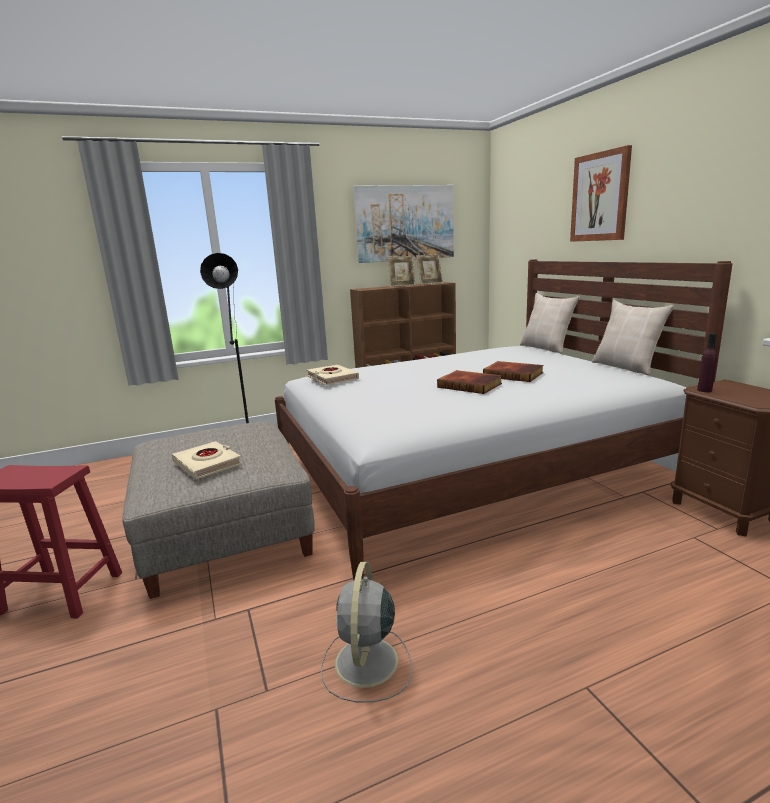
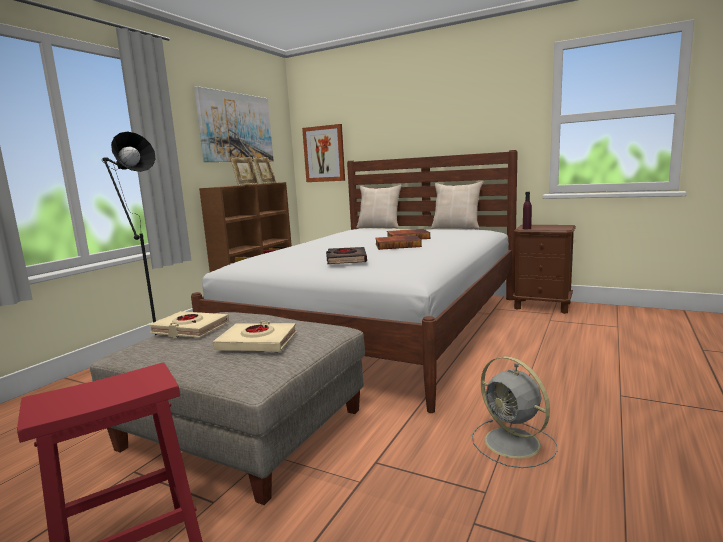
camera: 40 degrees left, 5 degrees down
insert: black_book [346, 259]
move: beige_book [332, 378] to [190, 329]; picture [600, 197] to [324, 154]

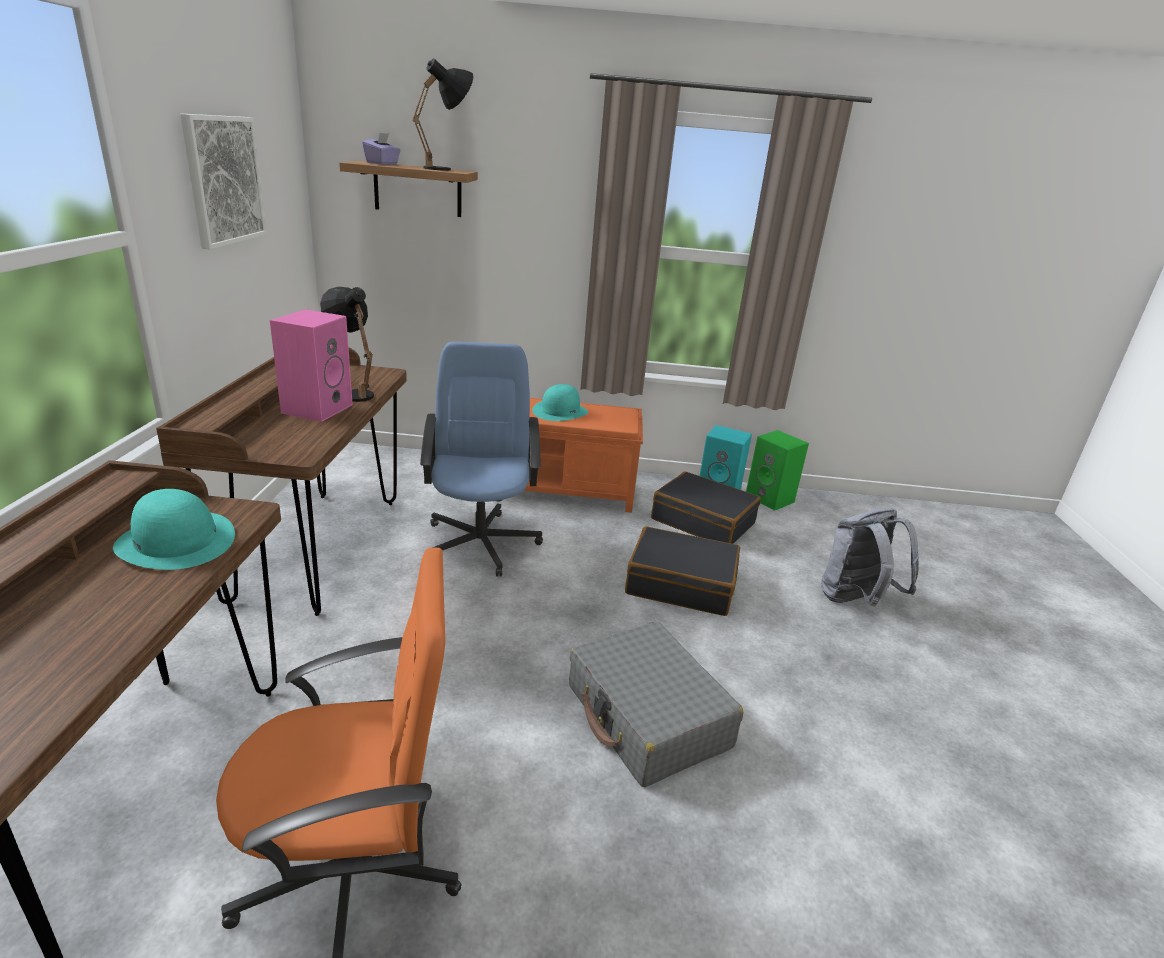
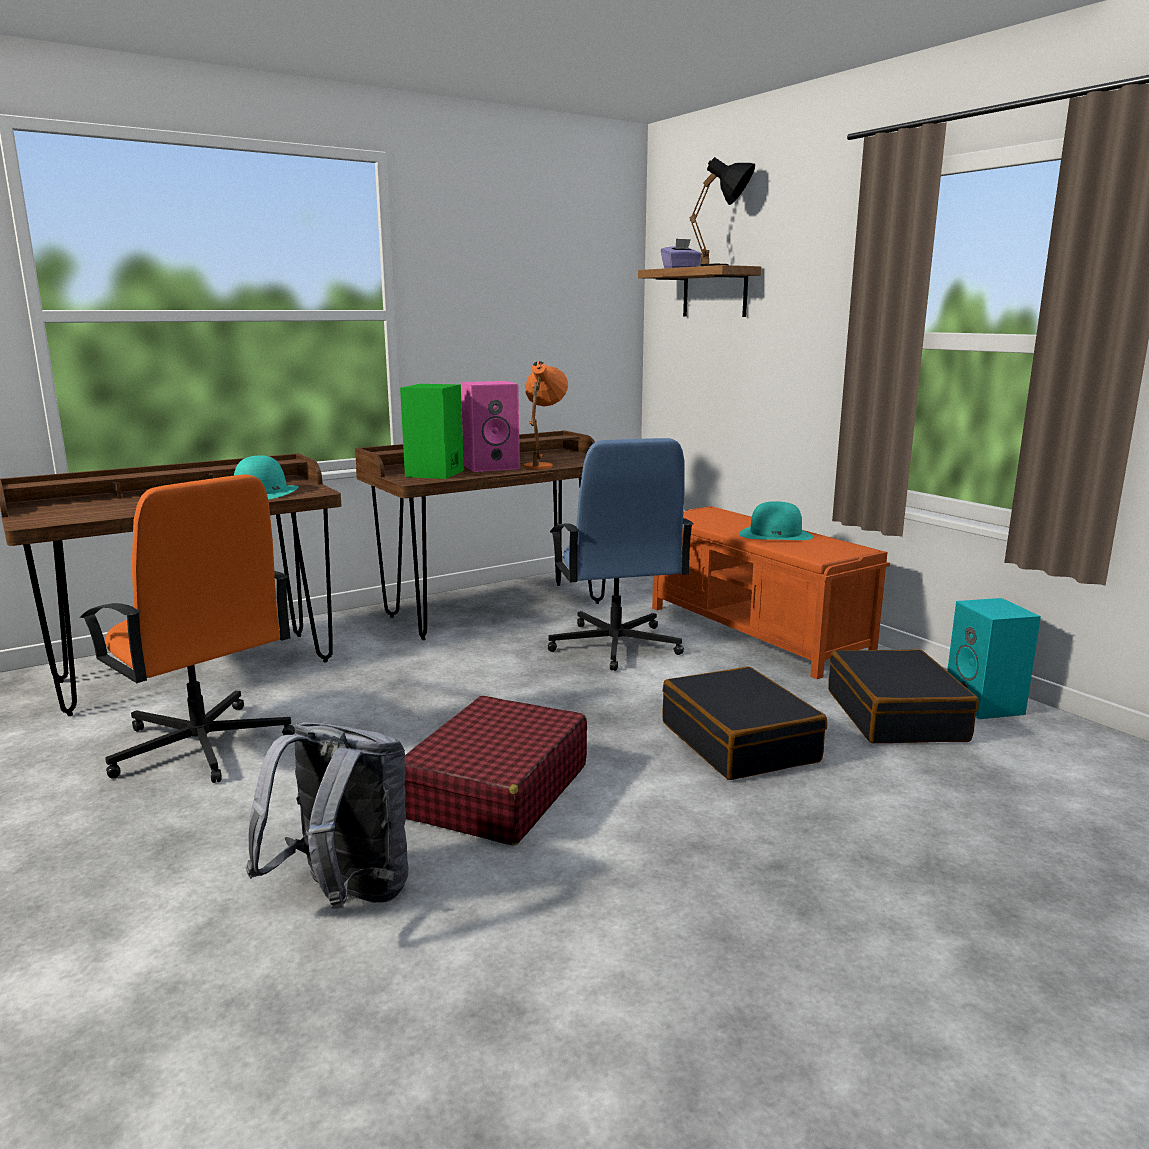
camera: 55 degrees right, 10 degrees down
delete: picture [224, 180]
move: green_speaker [771, 499] to [435, 474]; grey_backpack [855, 601] to [344, 896]
recolor: black_table_lamp [355, 392] to orange_table_lamp [542, 464]; grey_suitcase [647, 717] to red_suitcase [496, 791]
rotate: blue_office_chair [481, 542] = [615, 646] 120 degrees clockwise

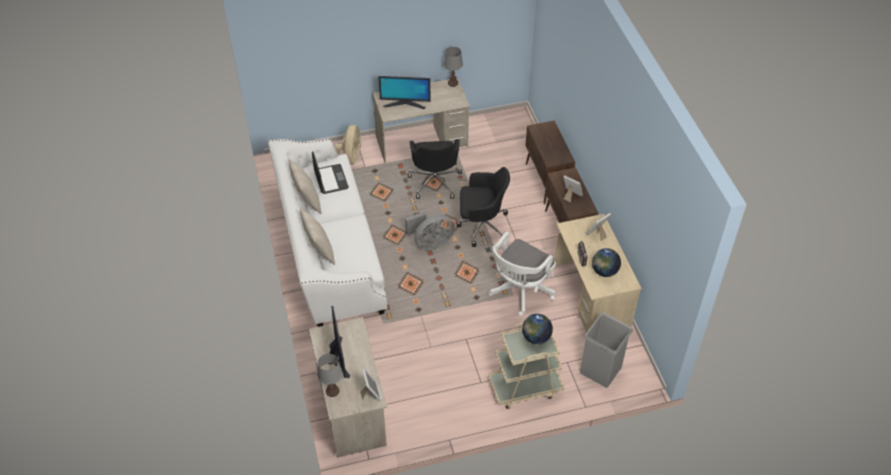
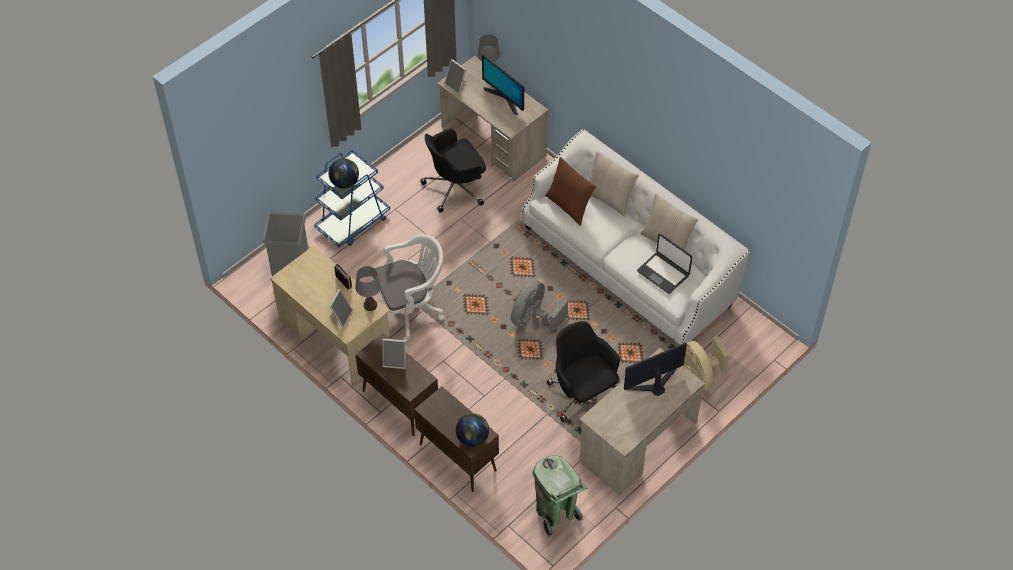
camera: 150 degrees right, 5 degrees up
insert: green_trash_can [556, 513]; brown_pillow [569, 206]
move: grey_table_lamp [452, 83] to [370, 305]; black_office_chair [481, 225] to [455, 188]; globe [604, 271] to [472, 438]
recolor: beige_cart [525, 387] to blue_cart [353, 222]
rotate: white_office_chair [519, 291] = [410, 309] 60 degrees clockwise

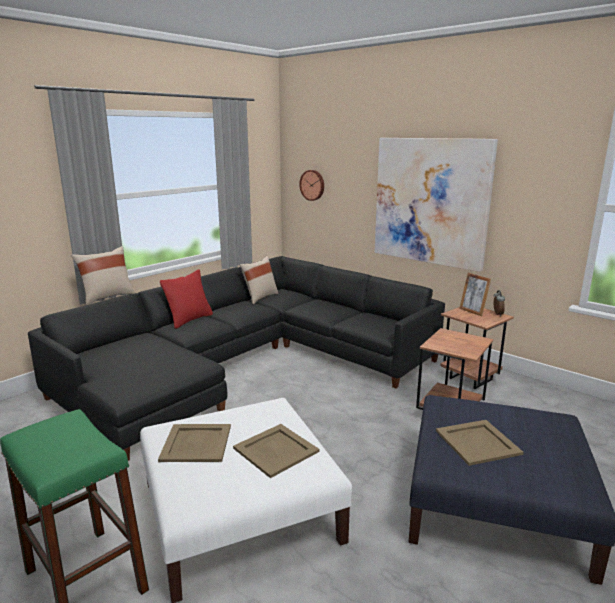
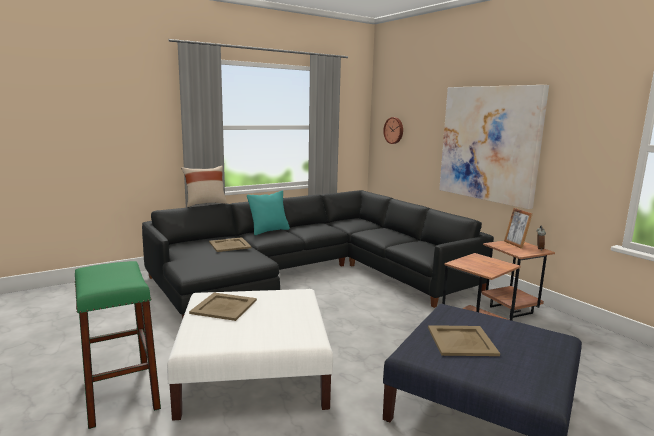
camera: 15 degrees right, 5 degrees down
delete: beige_pillow [260, 297]
move: beige_tray [276, 450] to [230, 245]
recolor: red_pillow [189, 320] to turquoise_pillow [269, 231]

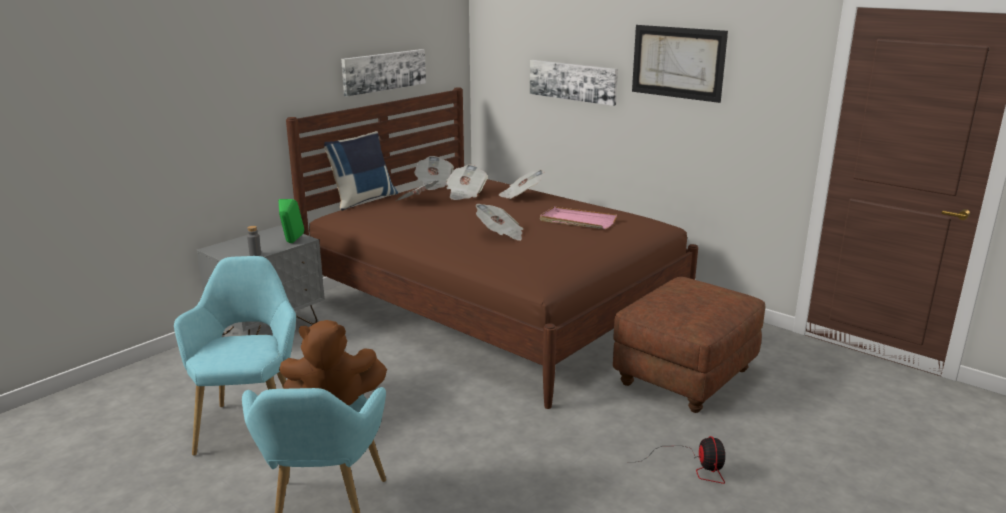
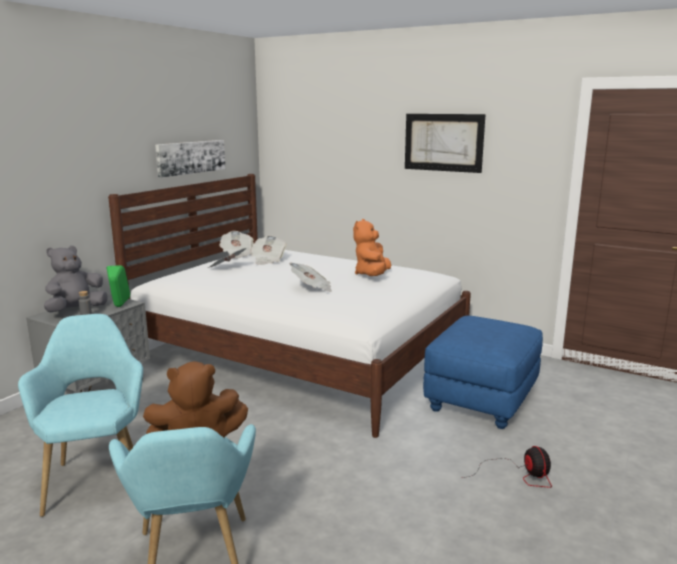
camera: 10 degrees left, 5 degrees down
delete: blue_pillow [362, 200]; newspaper [521, 196]; picture [573, 81]
insert: grey_plush_toy [76, 310]
replace: pink_tray [577, 221] to orange_plush_toy [372, 275]
recolor: brown_bed [495, 306] to white_bed [301, 355]; brown_ottoman [684, 376] to blue_ottoman [481, 399]

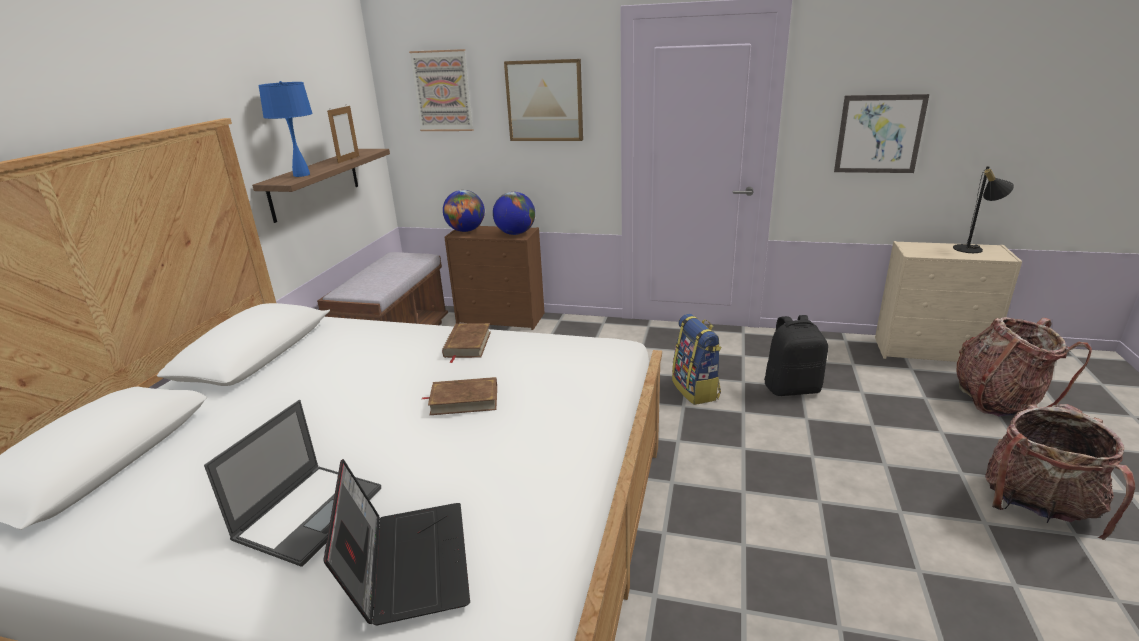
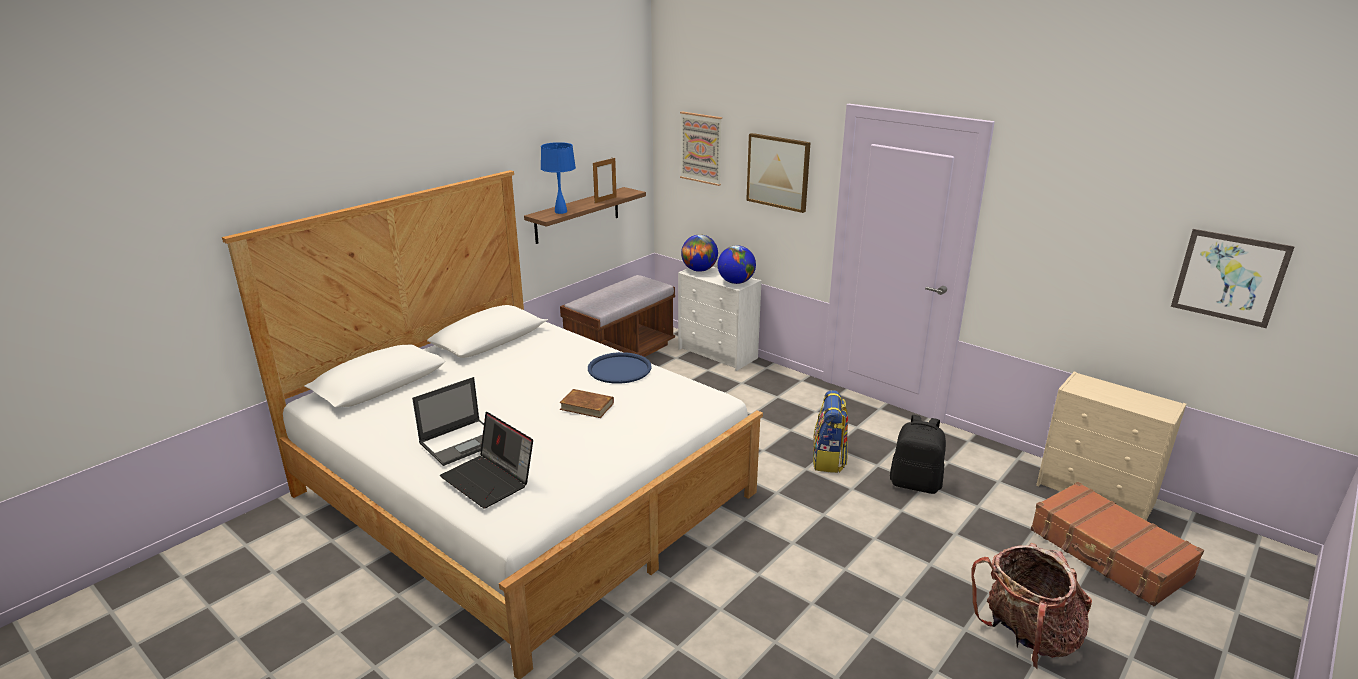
camera: 25 degrees right, 0 degrees up
delete: black_table_lamp [973, 249]
move: picture [879, 134] to [1229, 277]
replace: brown_book [467, 344] to blue_tray [619, 369]; backpack [999, 400] to brown_suitcase [1108, 554]
recolor: brown_dresser [502, 318] to white_dresser [718, 354]
rotate: laptop [407, 562] = [490, 480] 120 degrees clockwise

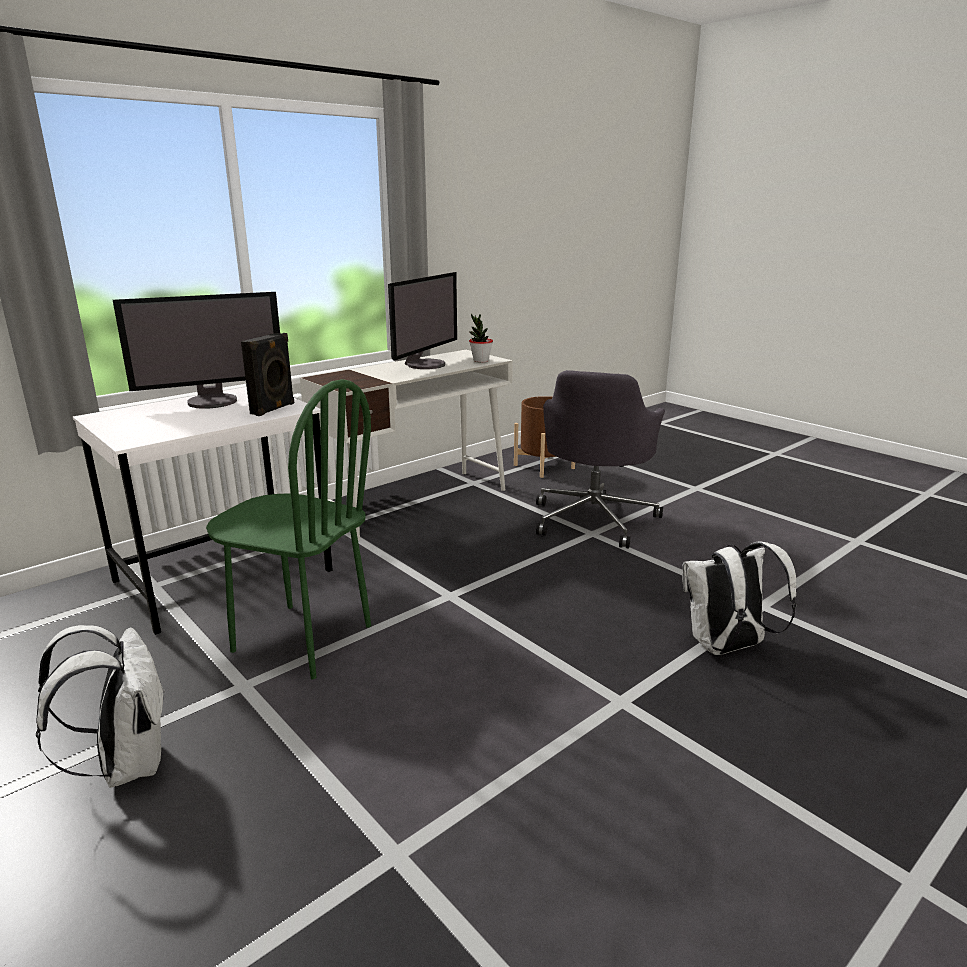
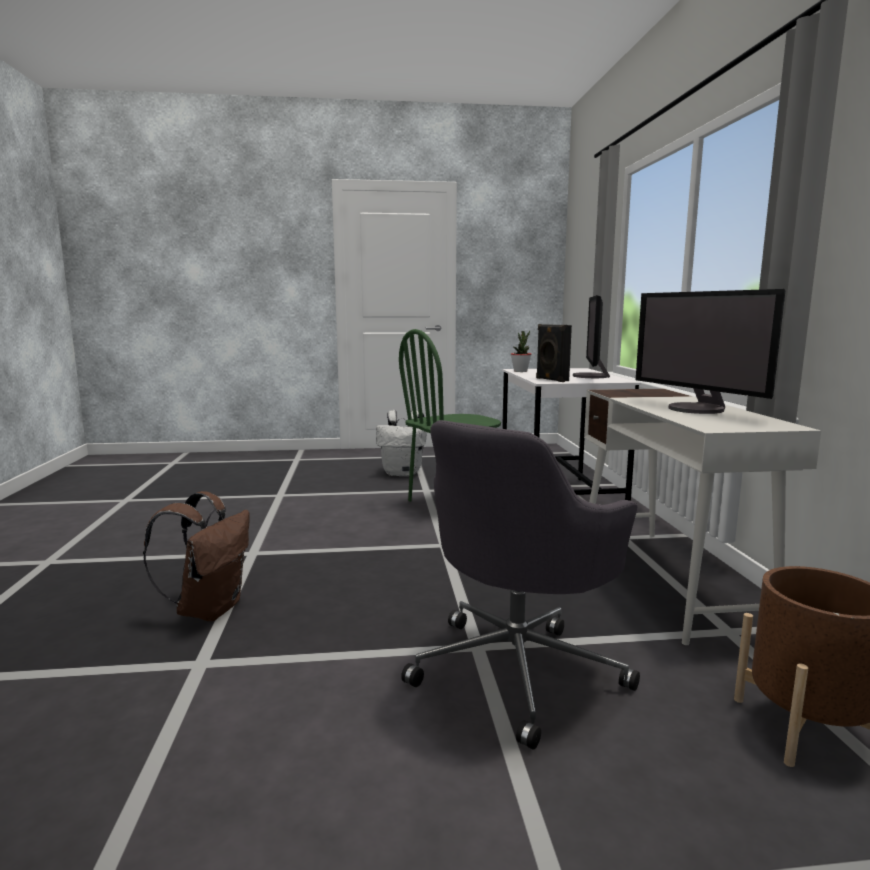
camera: 125 degrees right, 10 degrees down
move: potted_plant [480, 361] to [520, 371]
recolor: white_backpack [726, 647] to brown_backpack [209, 609]
rotate: grey_office_chair [594, 519] = [518, 669] 105 degrees counterclockwise

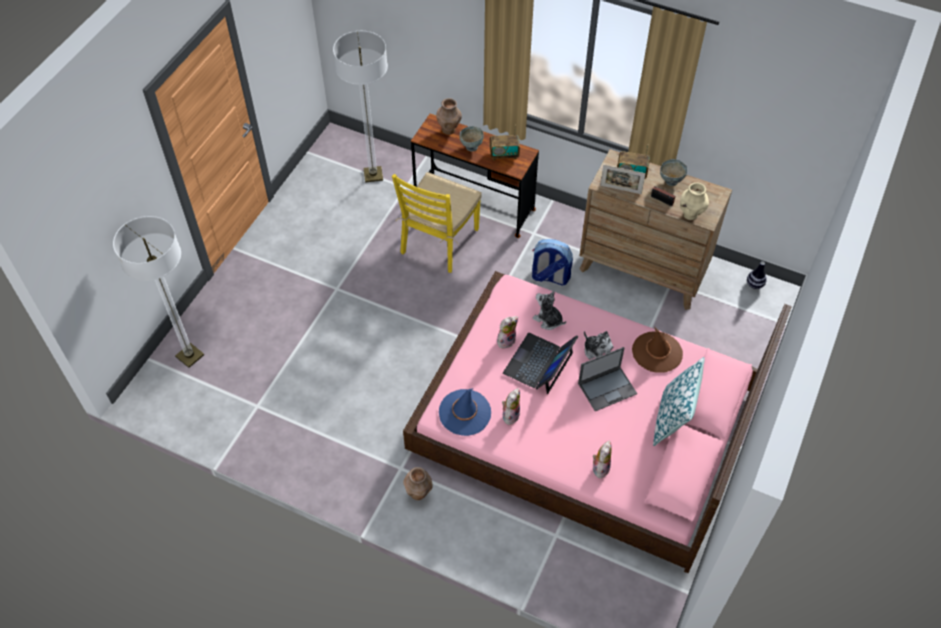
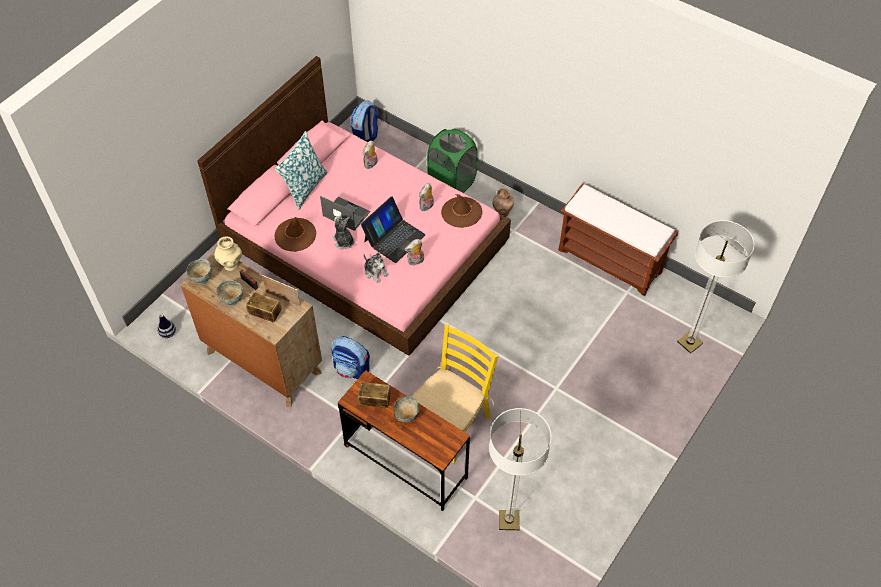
camera: 170 degrees left, 0 degrees up
delete: brown_vase [449, 130]
insert: grey_bowl [202, 279]; backpack [366, 137]; green_laundry_basket [452, 182]; brown_bench [611, 261]
recolor: blue_hat [465, 412] to brown_hat [461, 212]
rotate: laptop [607, 388] = [345, 214] 45 degrees clockwise

